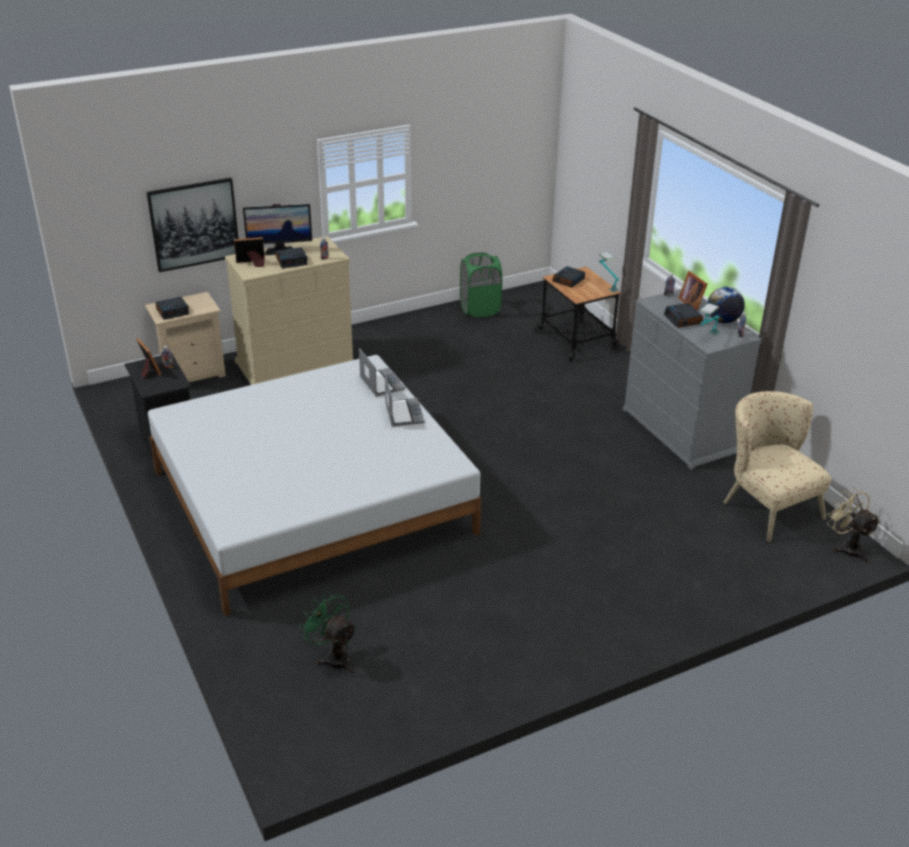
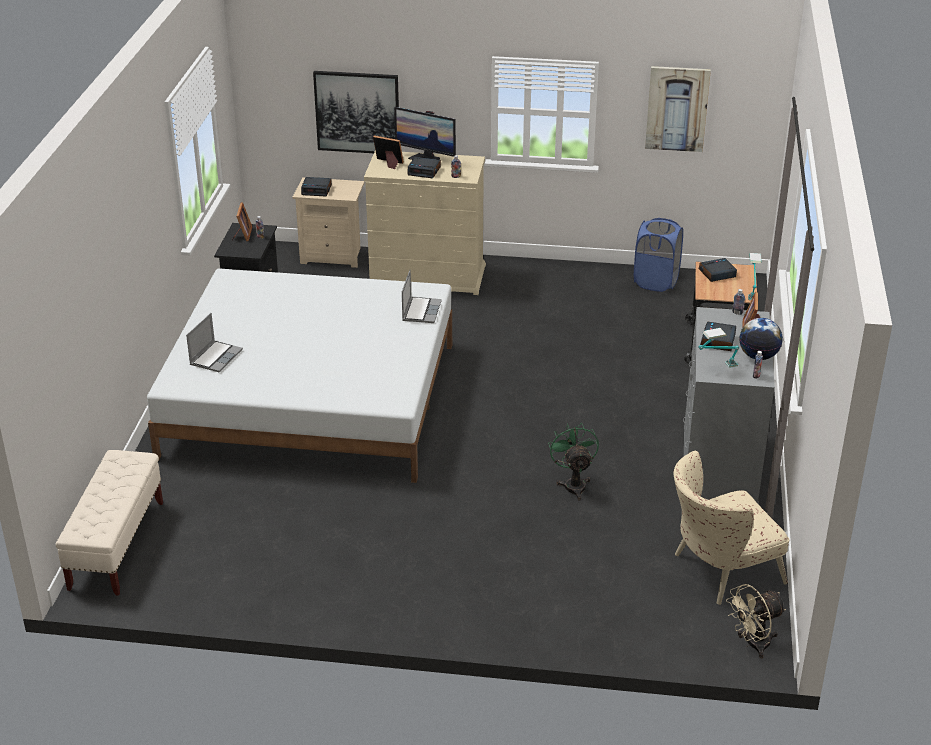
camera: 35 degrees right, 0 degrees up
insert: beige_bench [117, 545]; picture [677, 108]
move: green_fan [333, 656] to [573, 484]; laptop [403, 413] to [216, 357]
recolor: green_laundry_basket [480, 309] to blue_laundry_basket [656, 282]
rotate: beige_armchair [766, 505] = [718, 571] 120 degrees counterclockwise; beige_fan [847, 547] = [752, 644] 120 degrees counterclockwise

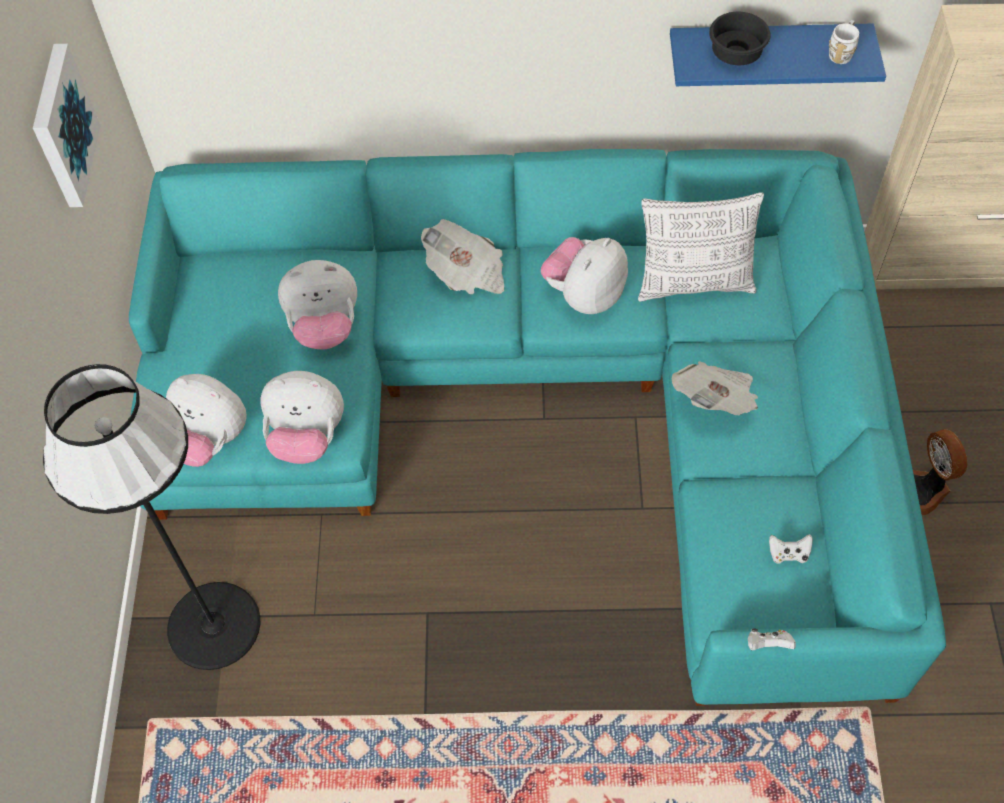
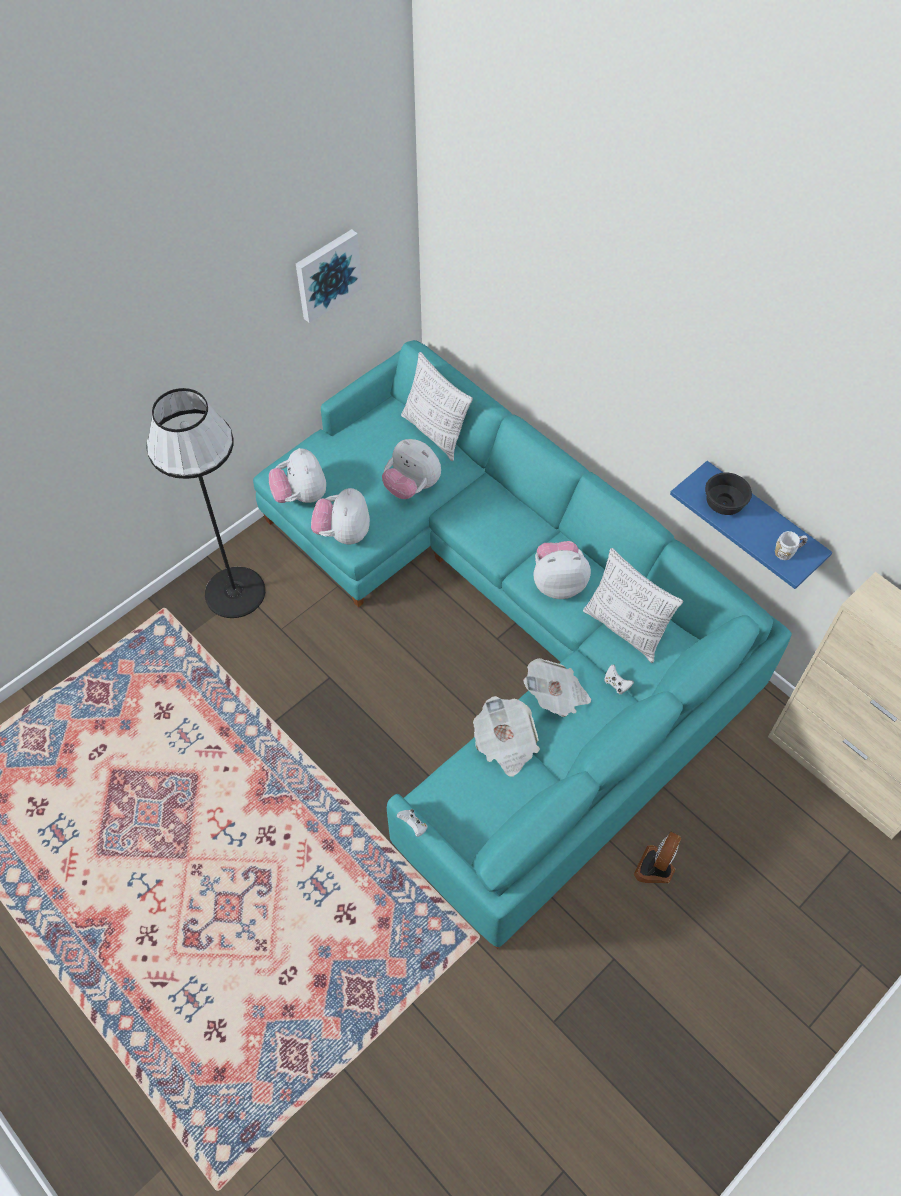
camera: 45 degrees right, 0 degrees up
insert: pillow [435, 432]
move: newspaper [467, 273] to [505, 744]; white_game_controller [788, 554] to [616, 684]
rotate: plush_toy [307, 437] = [343, 533] 45 degrees clockwise

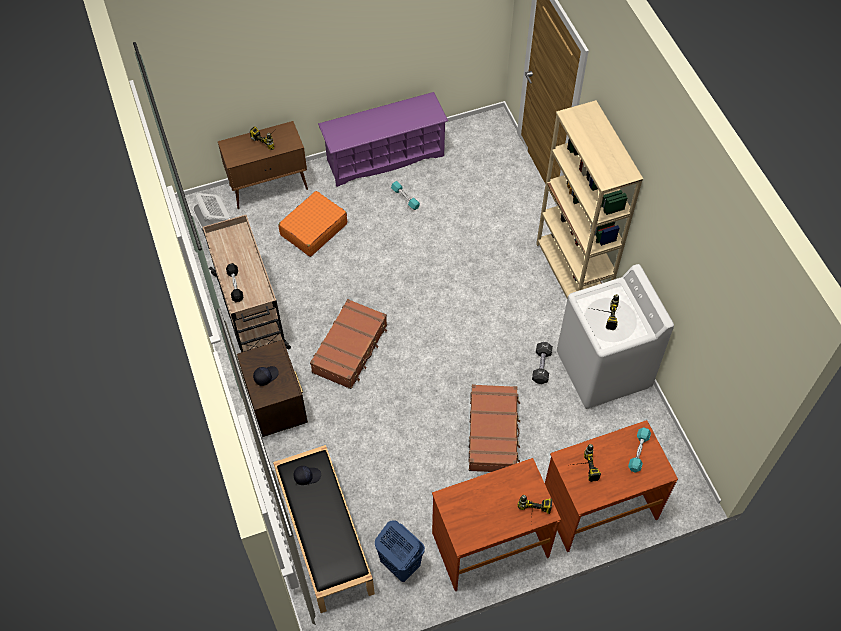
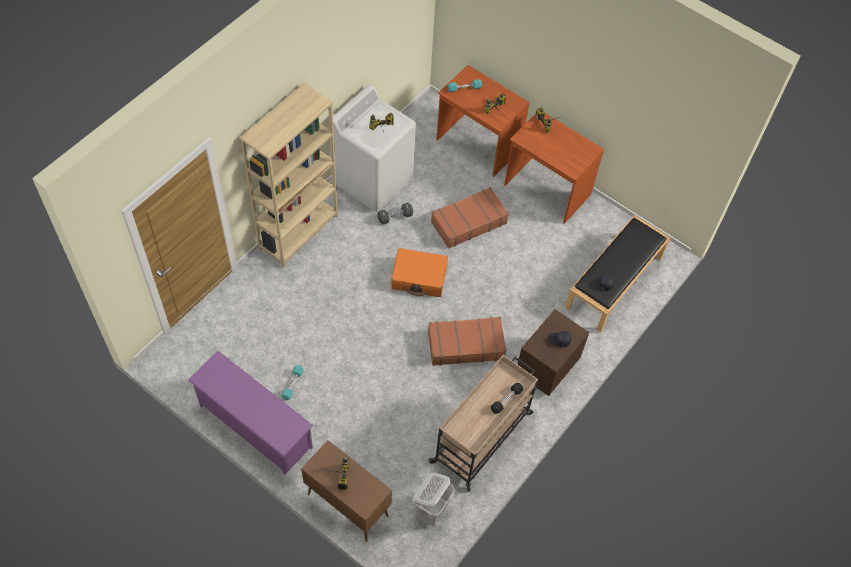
camera: 125 degrees left, 0 degrees up
delete: blue_laundry_basket [399, 564]
move: orange_suitcase [313, 229] to [419, 277]

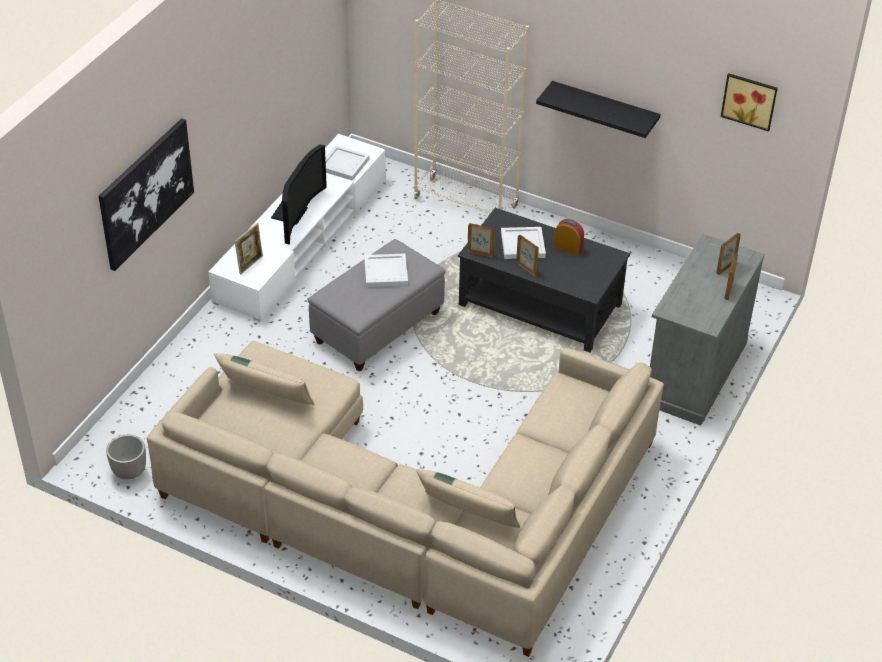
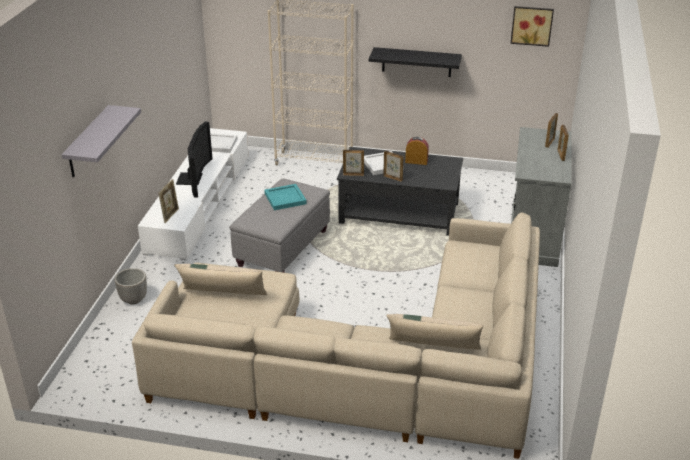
camera: 15 degrees left, 10 degrees down
move: planter [129, 472] to [133, 299]
replace: picture [146, 193] to grey_shelf [88, 142]
recolor: white_tray [385, 272] to turquoise_tray [285, 199]

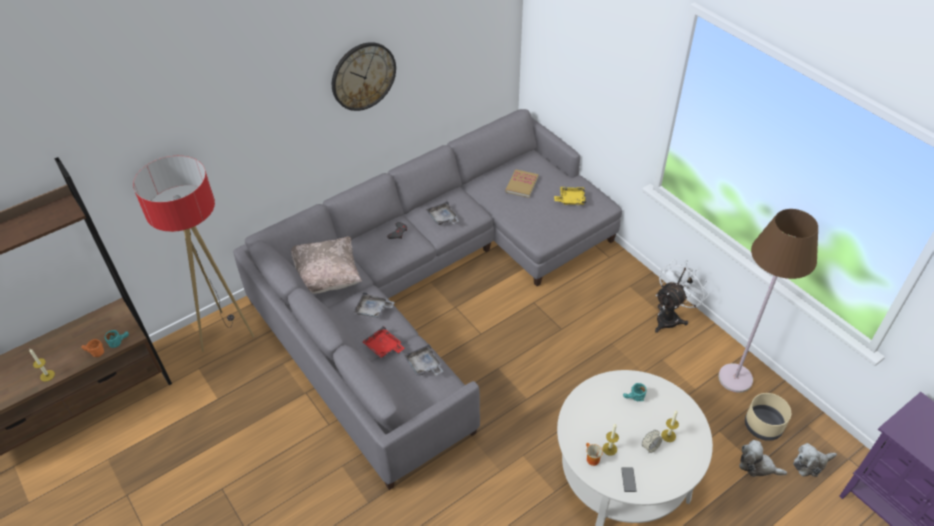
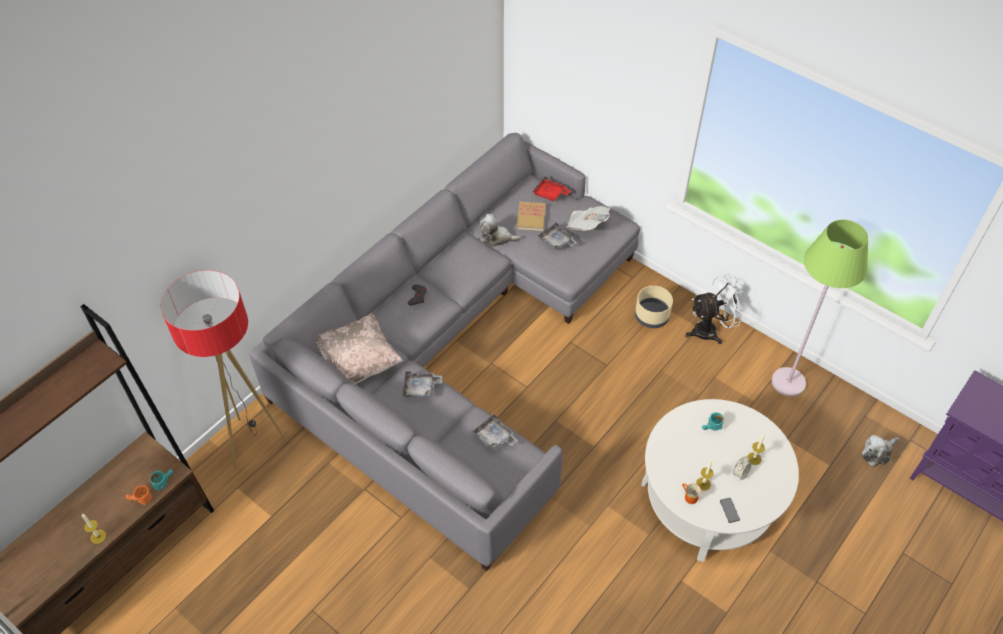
camera: 15 degrees left, 5 degrees up
delete: wall_clock [363, 76]
move: red_tray [383, 347] to [550, 194]; grey_tray [443, 218] to [556, 242]; plush_toy [757, 466] to [497, 238]; beige_planter [763, 425] to [652, 316]
replace: yellow_tray [571, 199] to newspaper [586, 225]
recolor: brown_floor_lamp [735, 378] to green_floor_lamp [788, 382]
rotate: white_fan [671, 317] = [710, 330] 45 degrees clockwise

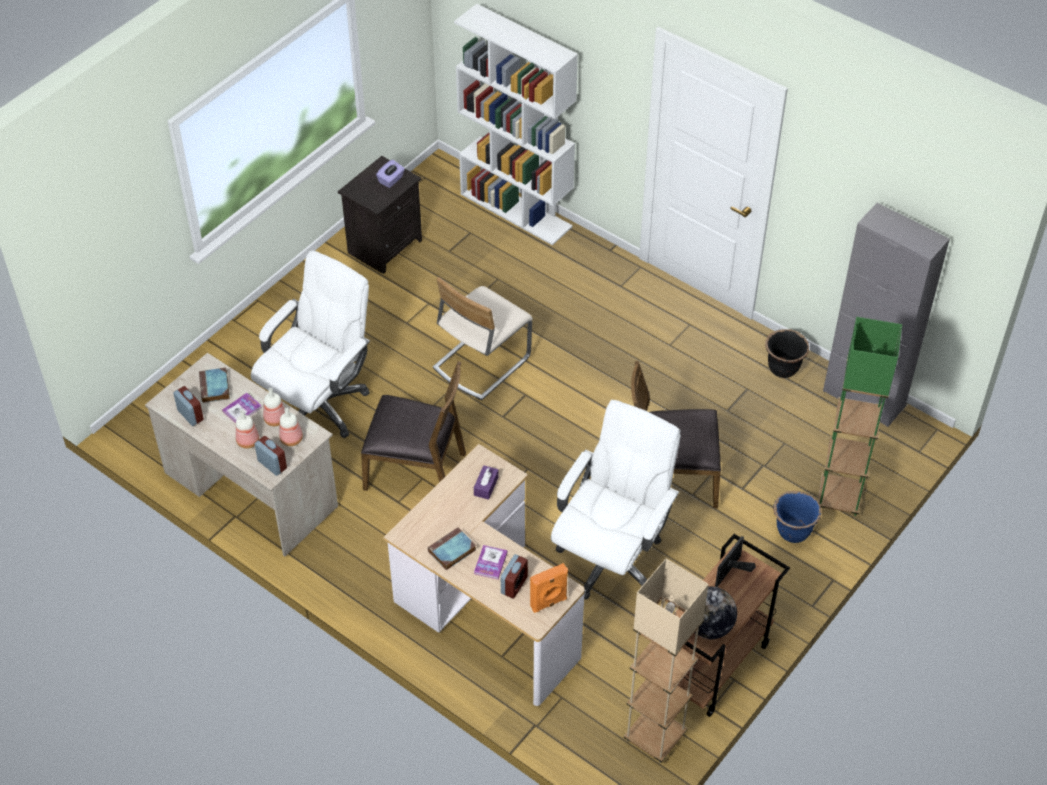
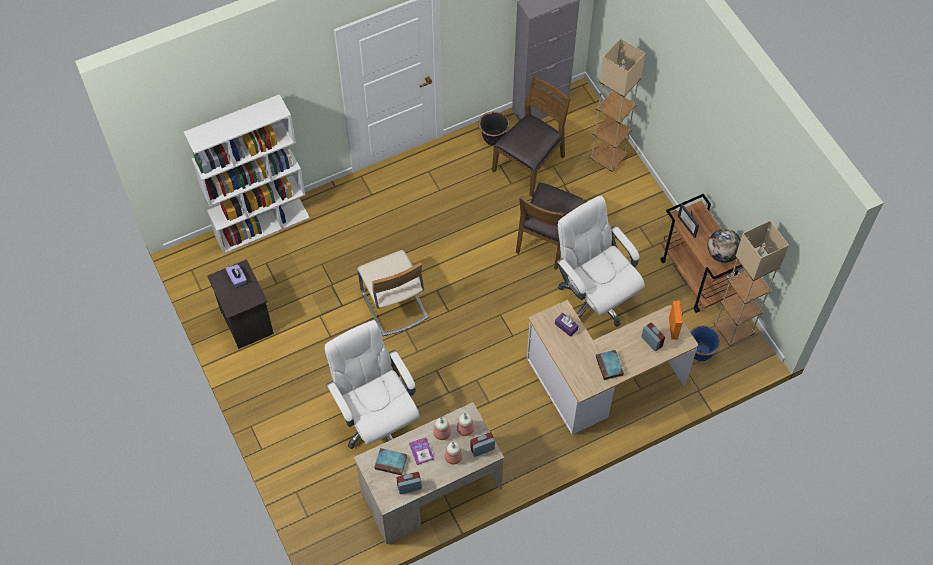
camera: 65 degrees left, 10 degrees up
delete: book [490, 563]
move: brown_chair [416, 469] to [530, 164]; blue_planter [792, 532] to [700, 352]
recolor: green_floor_lamp [839, 498] to beige_floor_lamp [608, 158]

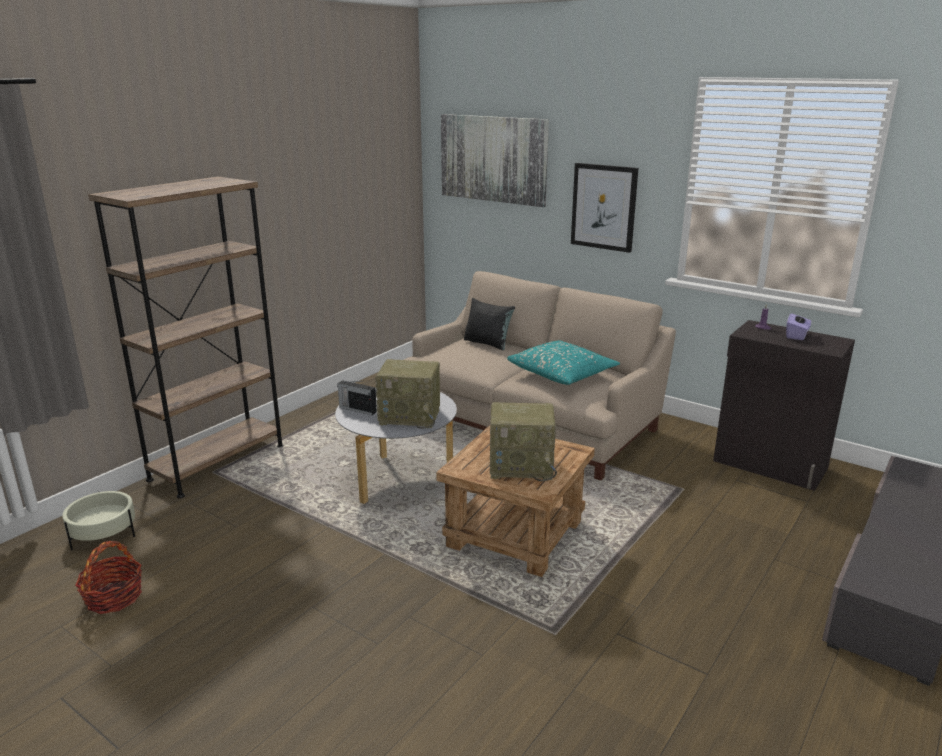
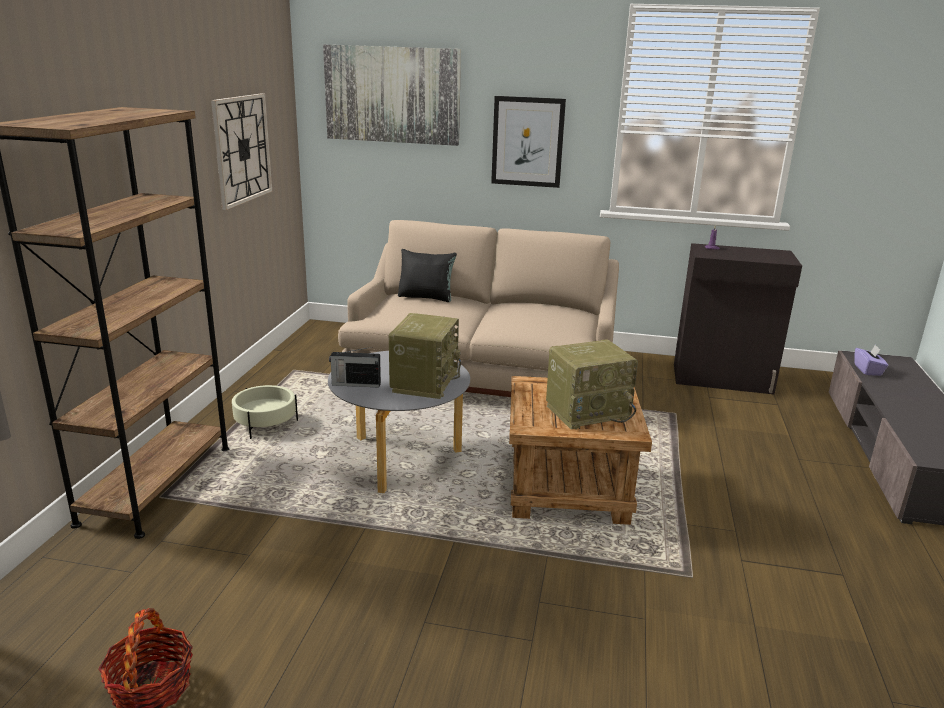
camera: 25 degrees left, 0 degrees up
delete: turquoise_pillow [562, 374]
insert: wall_clock [242, 149]
move: beige_planter [103, 534] to [265, 425]; purple_tissue_box [796, 335] to [868, 370]
rotate: radio [411, 416] = [424, 382] 60 degrees counterclockwise

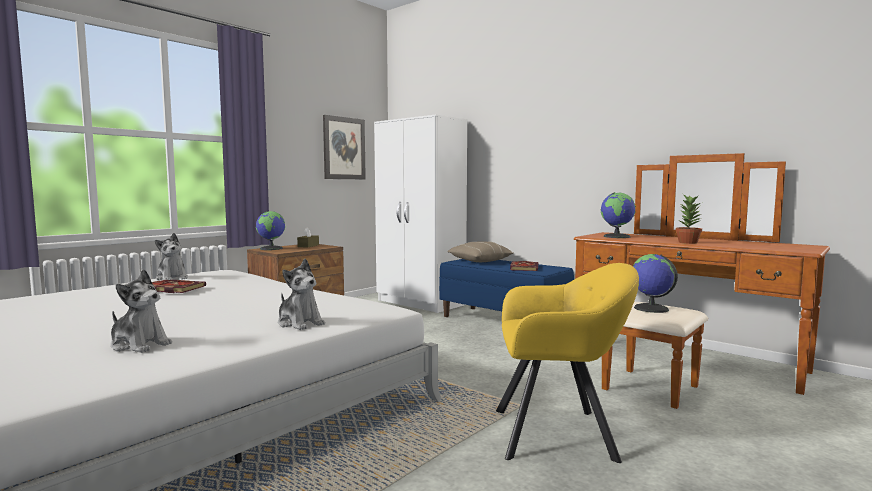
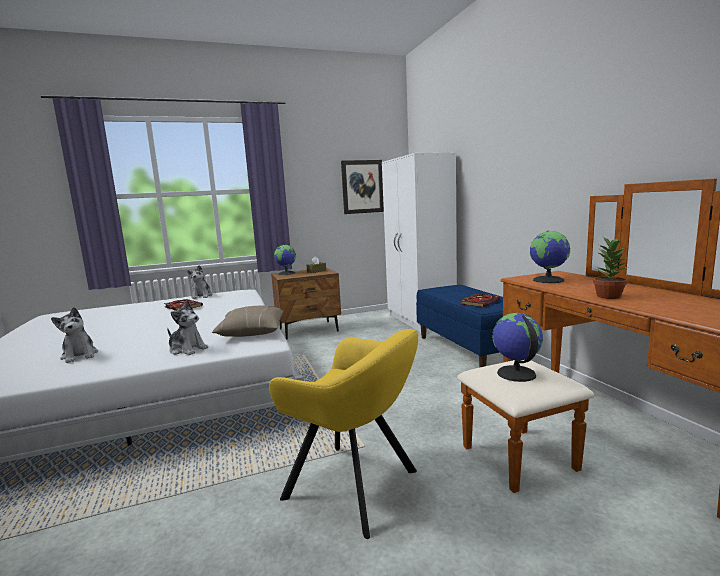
camera: 30 degrees right, 5 degrees up
move: beige_pillow [479, 261] to [251, 332]
rotate: plush_toy [300, 323] = [187, 349] 45 degrees counterclockwise

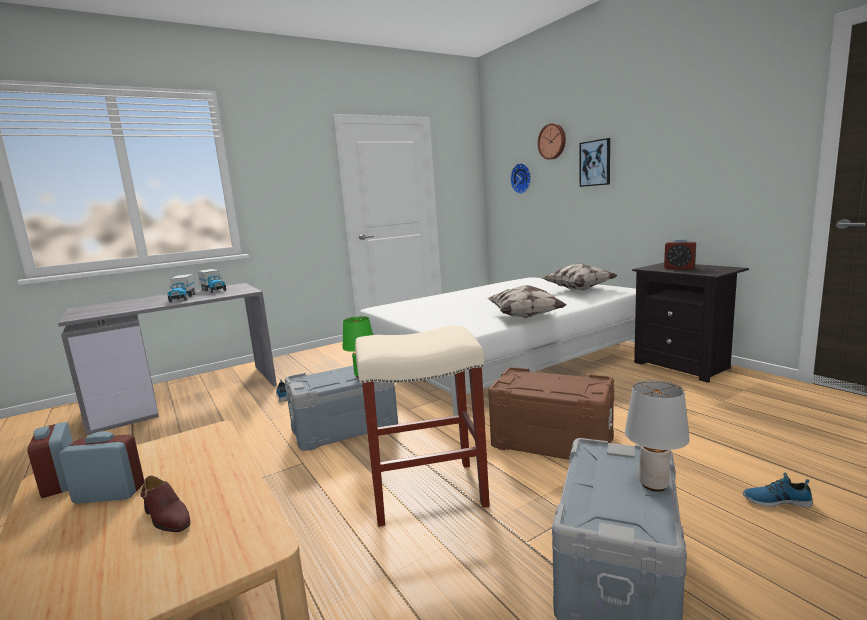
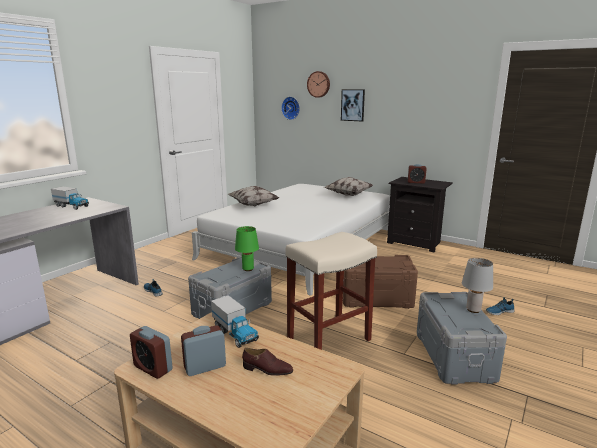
camera: 25 degrees left, 5 degrees up
move: toy_truck [183, 298] to [235, 333]; pillow [526, 316] to [253, 205]

